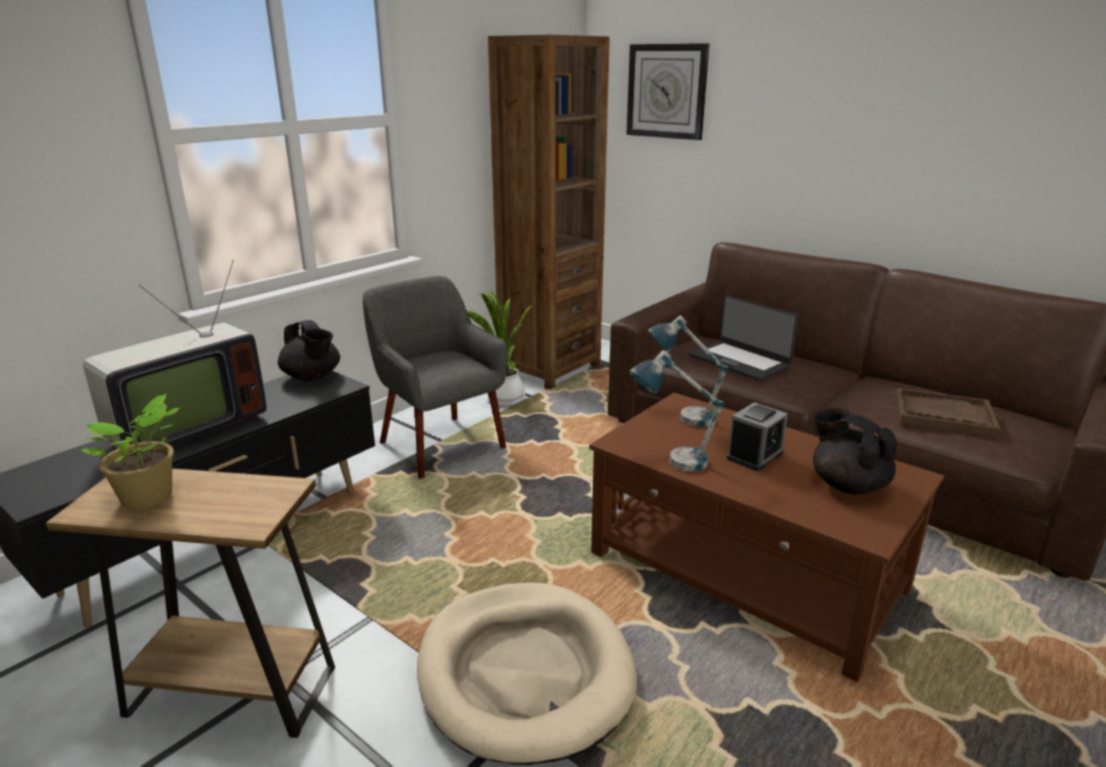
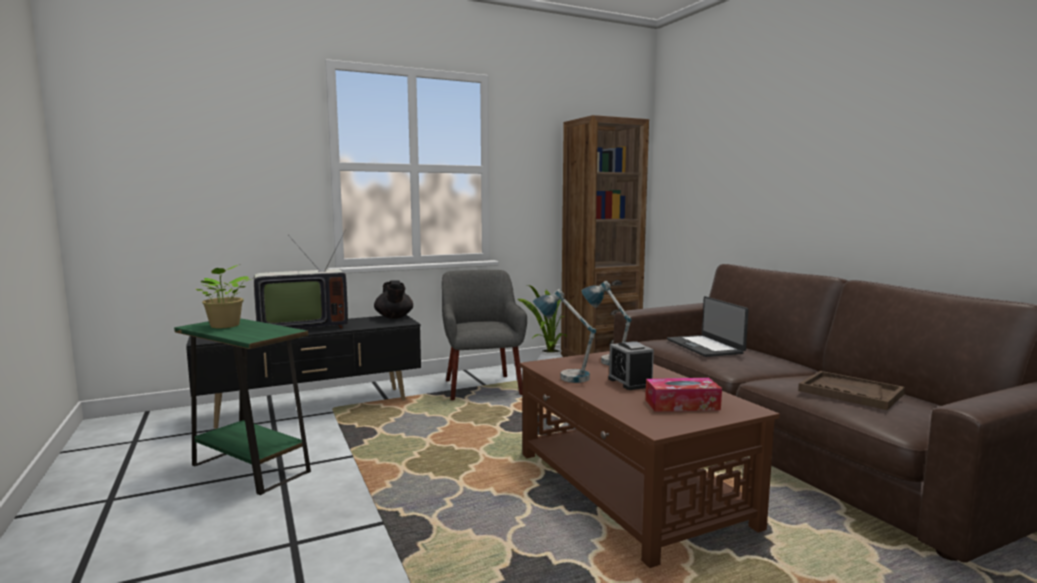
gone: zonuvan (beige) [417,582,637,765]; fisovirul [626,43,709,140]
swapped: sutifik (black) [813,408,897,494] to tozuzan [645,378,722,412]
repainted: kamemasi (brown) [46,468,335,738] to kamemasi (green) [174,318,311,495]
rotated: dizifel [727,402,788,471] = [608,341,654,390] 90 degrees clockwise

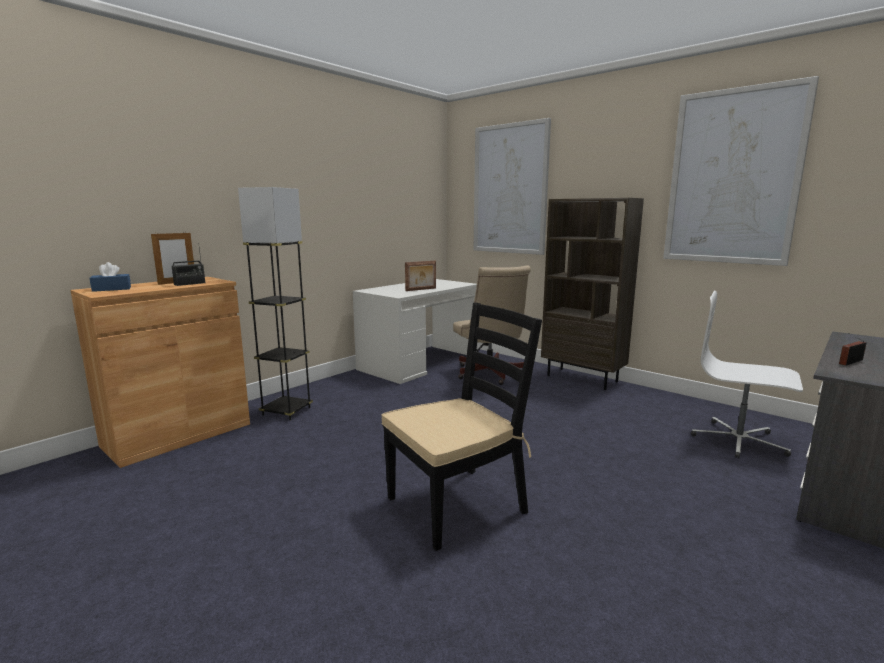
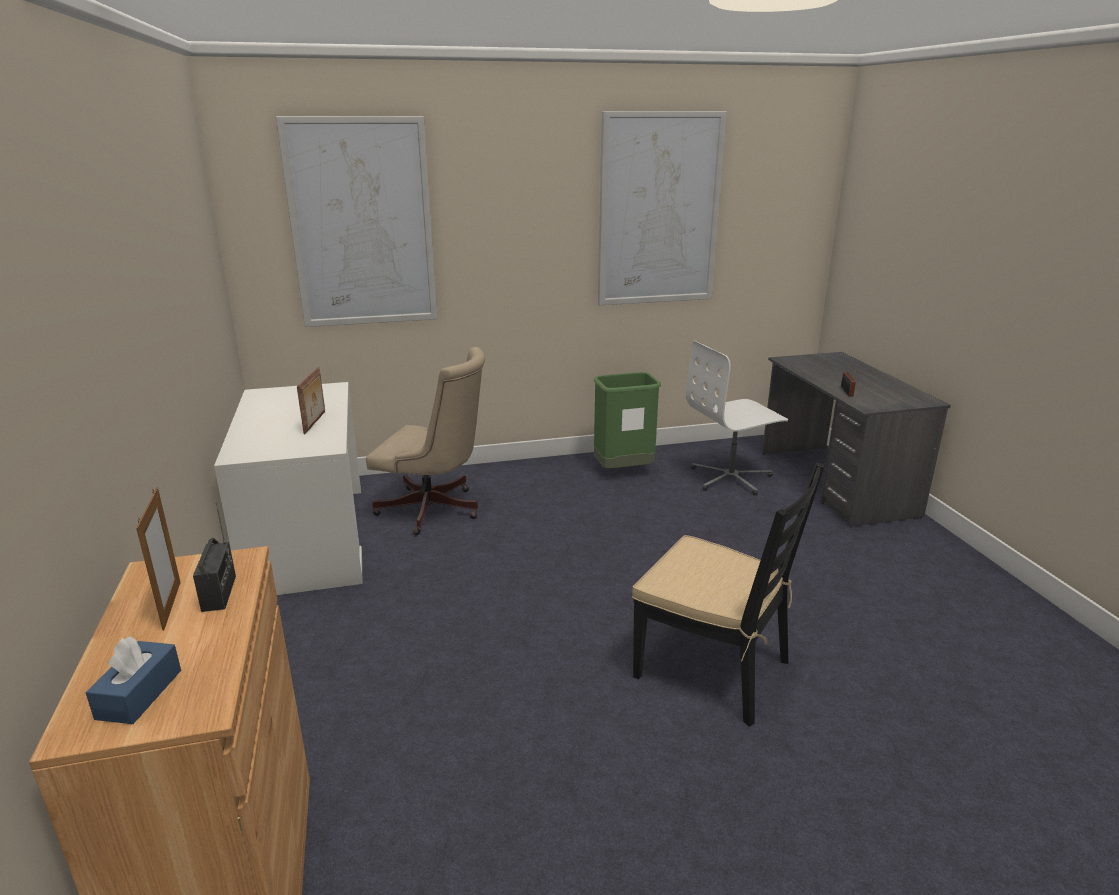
gone: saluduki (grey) [238,187,313,420]; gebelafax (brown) [541,198,644,390]
new: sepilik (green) [594,372,661,468]
rotated: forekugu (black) [381,302,542,551] = [632,462,824,727] 120 degrees clockwise

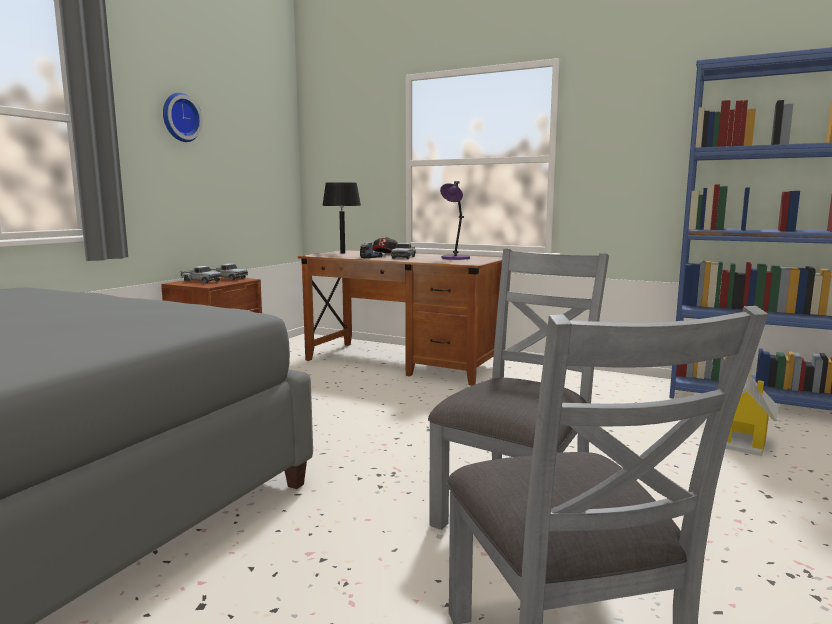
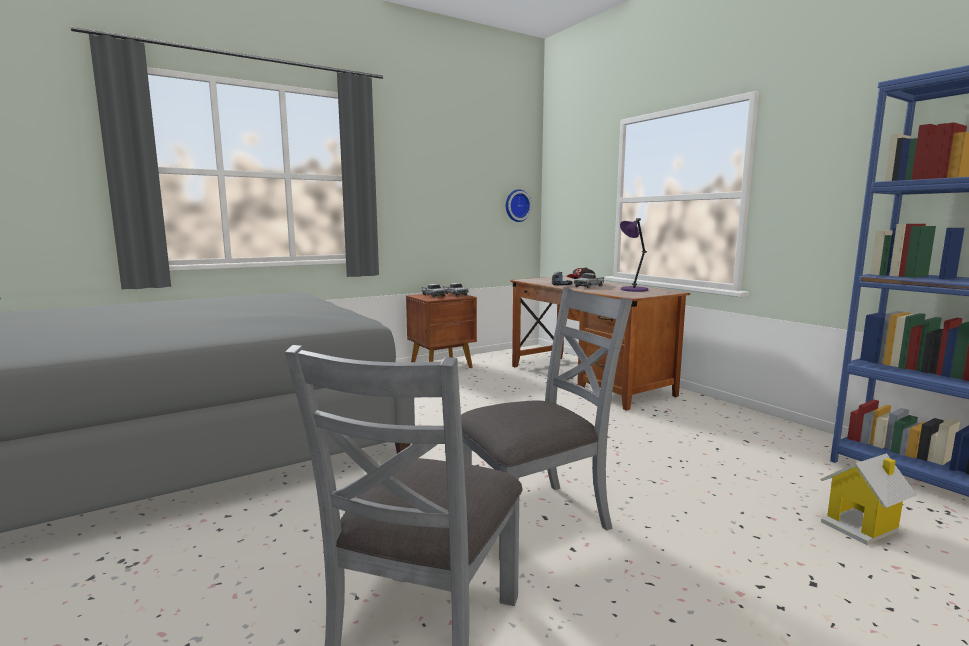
gone: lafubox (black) [322,182,361,254]
shifted: fisovirul [163,93,203,142] to [506,189,532,222]

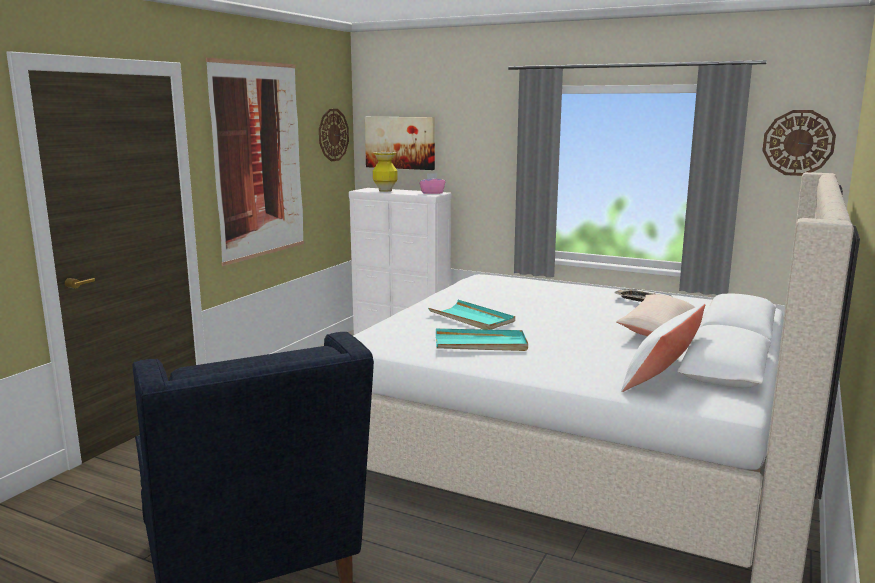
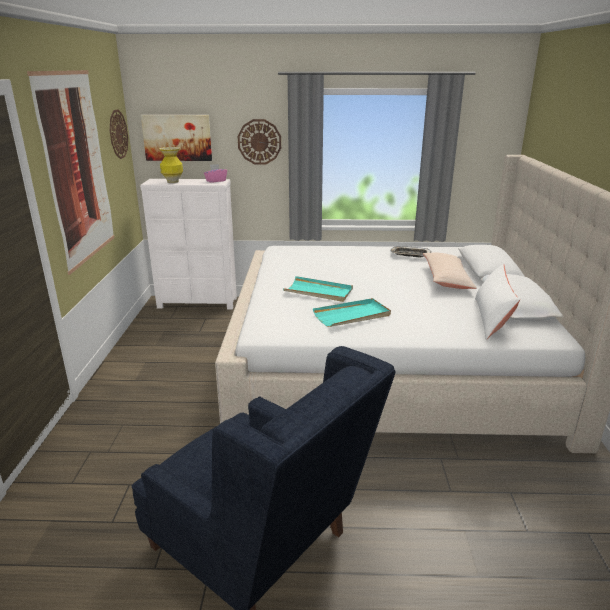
shifted: fisovirul [762,110,836,176] to [238,119,281,165]

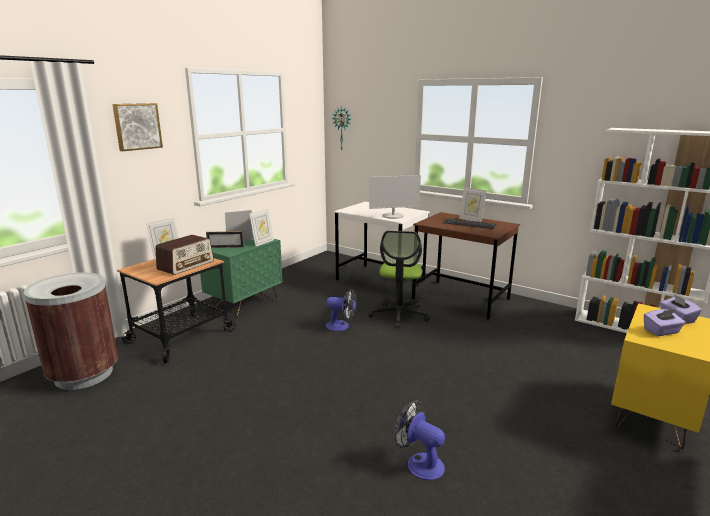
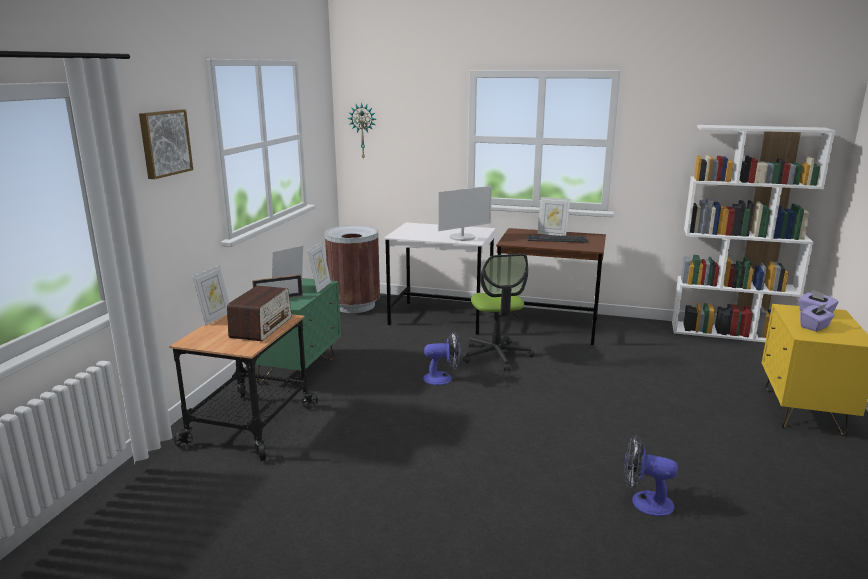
shifted: sepilik (brown) [24,272,118,390] to [325,225,380,313]

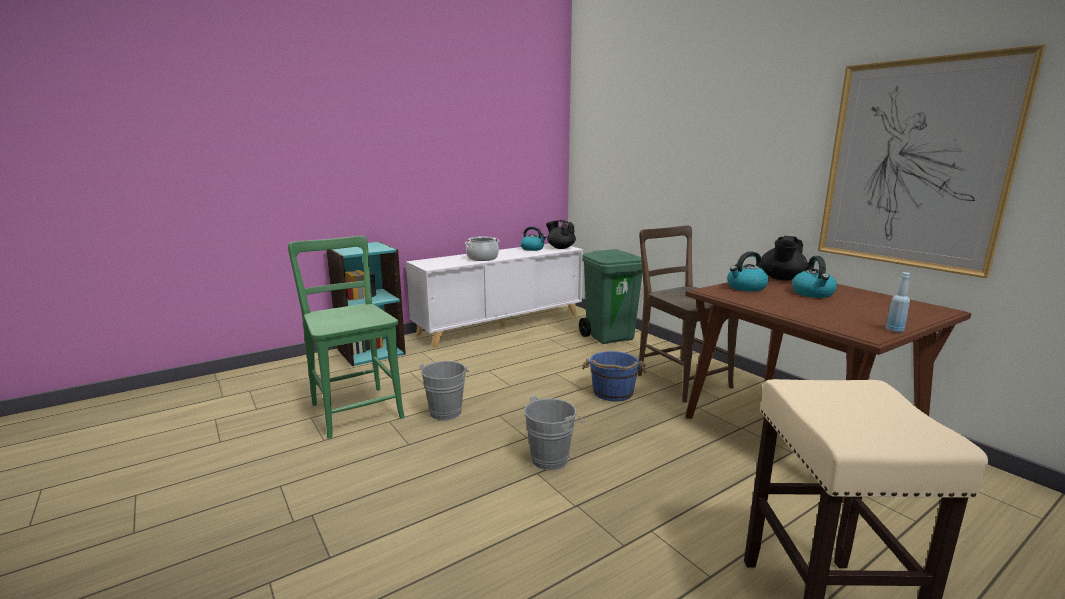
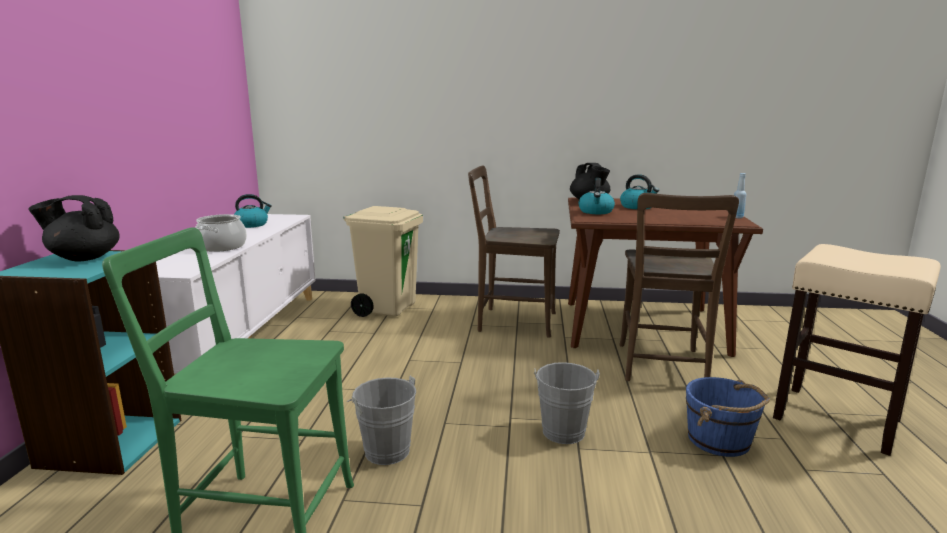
gone: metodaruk [818,44,1046,278]
new: forekugu (brown) [619,193,739,381]
shifted: sutifik (black) [546,220,576,249] to [28,195,119,262]; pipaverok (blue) [582,351,646,401] to [686,377,770,457]
repainted: sepilik (green) [579,249,642,344] to sepilik (beige) [343,206,423,317]

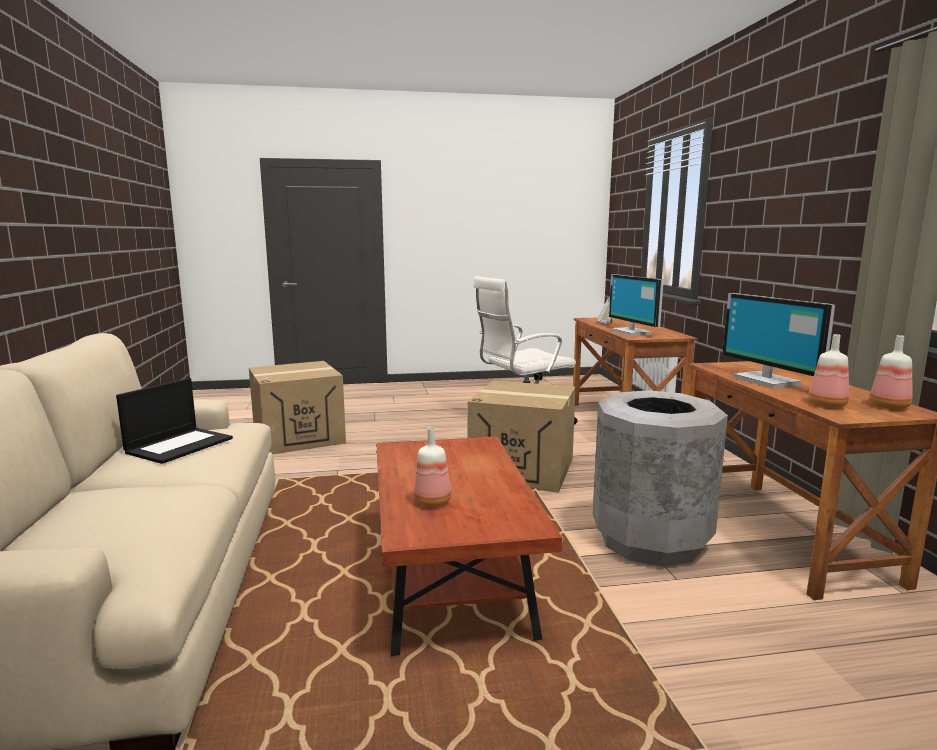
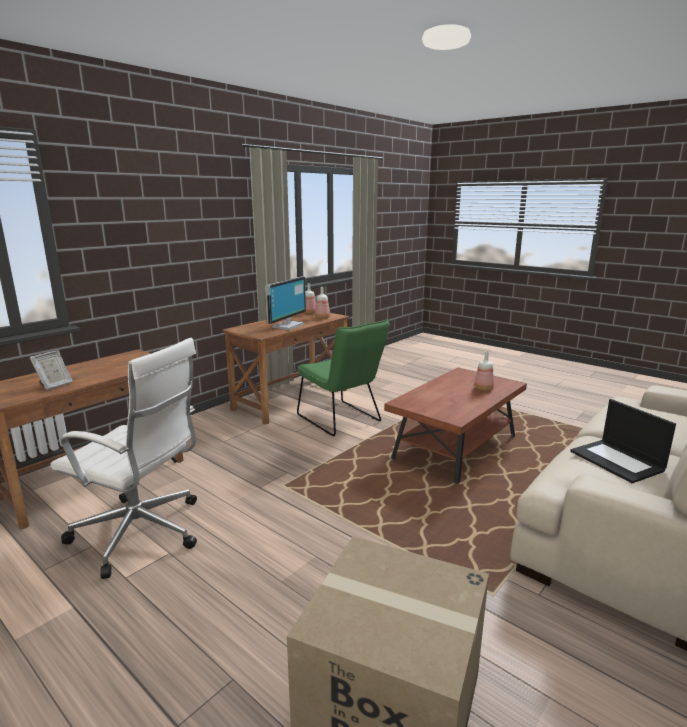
gone: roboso [467,381,576,493]; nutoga [609,274,664,336]
swapped: sepilik (grey) [593,390,728,567] to forekugu (green) [297,319,390,436]
rotated: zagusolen [116,378,233,464] = [570,399,676,483] 105 degrees counterclockwise

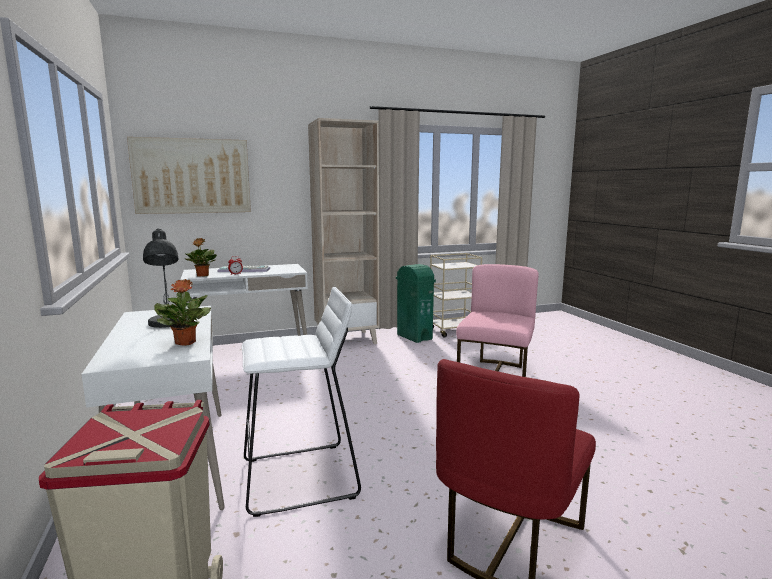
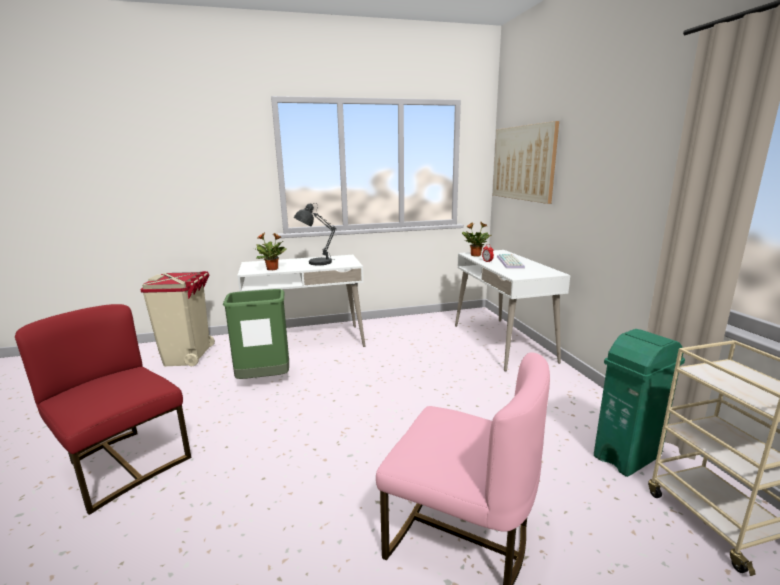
gone: gebelafax (beige) [308,118,379,344]
swapped: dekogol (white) [242,287,361,517] to sepilik (green) [223,289,289,379]

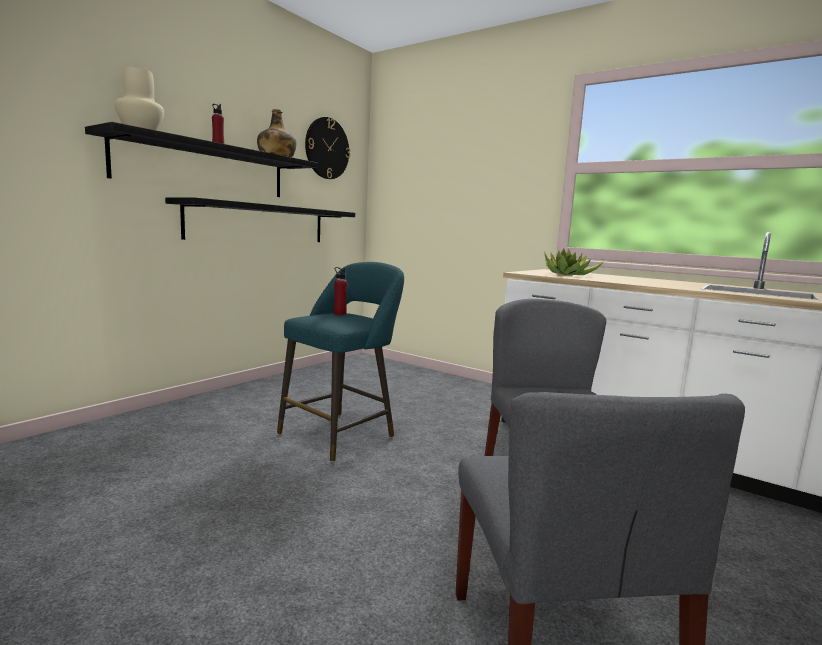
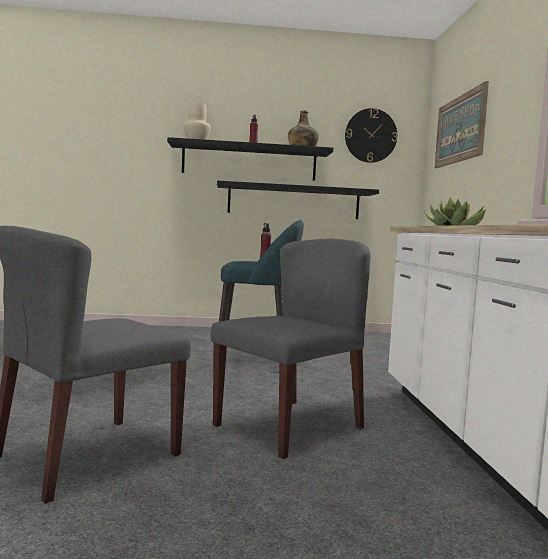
new: metodaruk [435,81,489,168]

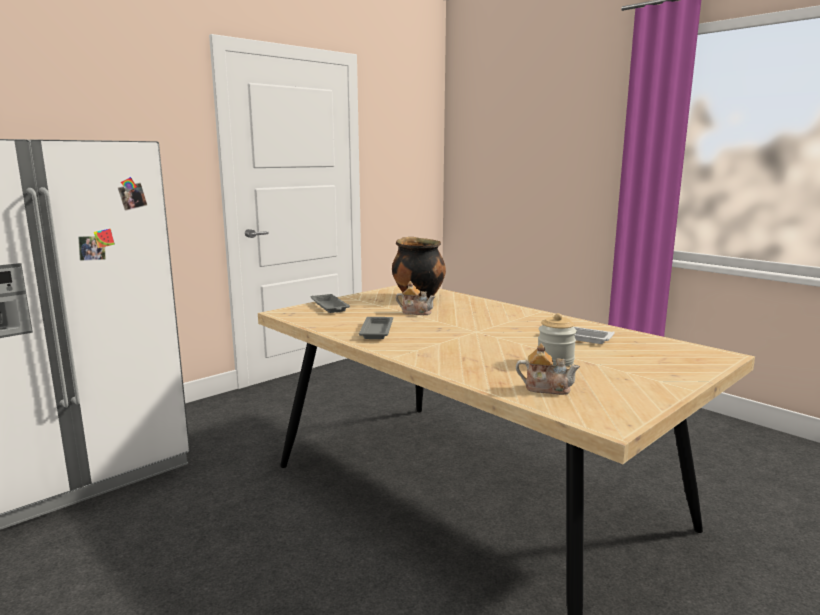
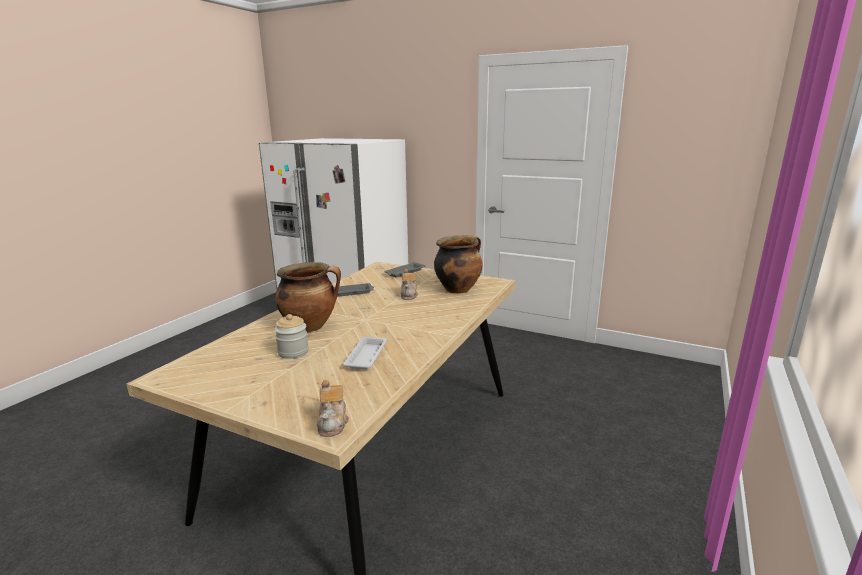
new: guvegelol [275,262,341,332]
shifted: sutifik [516,343,580,395] to [317,380,349,437]

